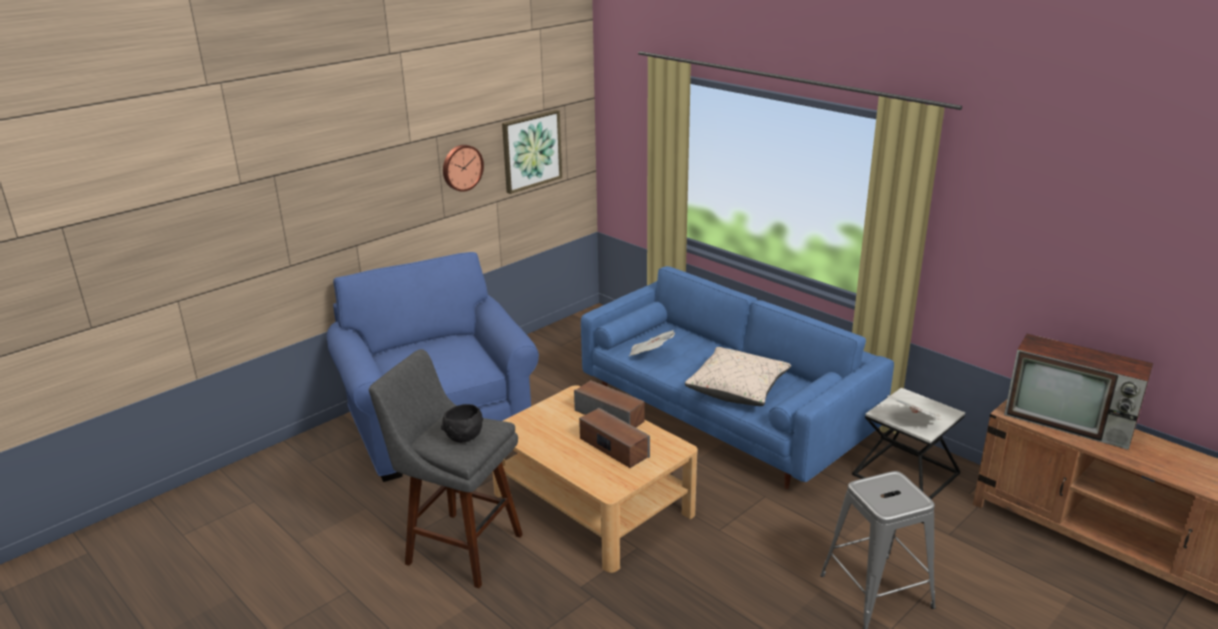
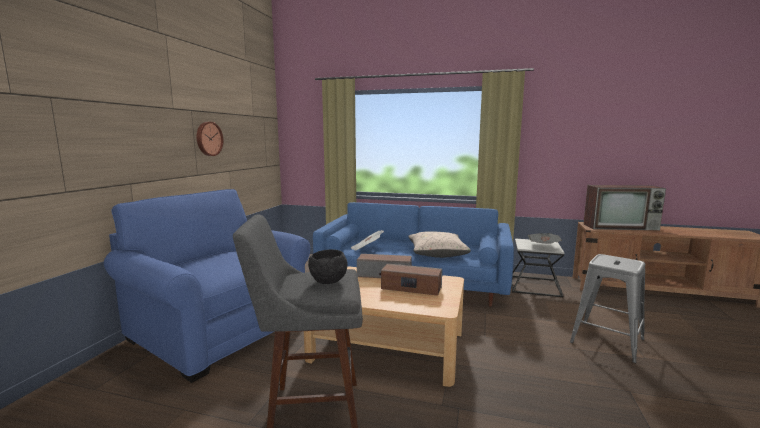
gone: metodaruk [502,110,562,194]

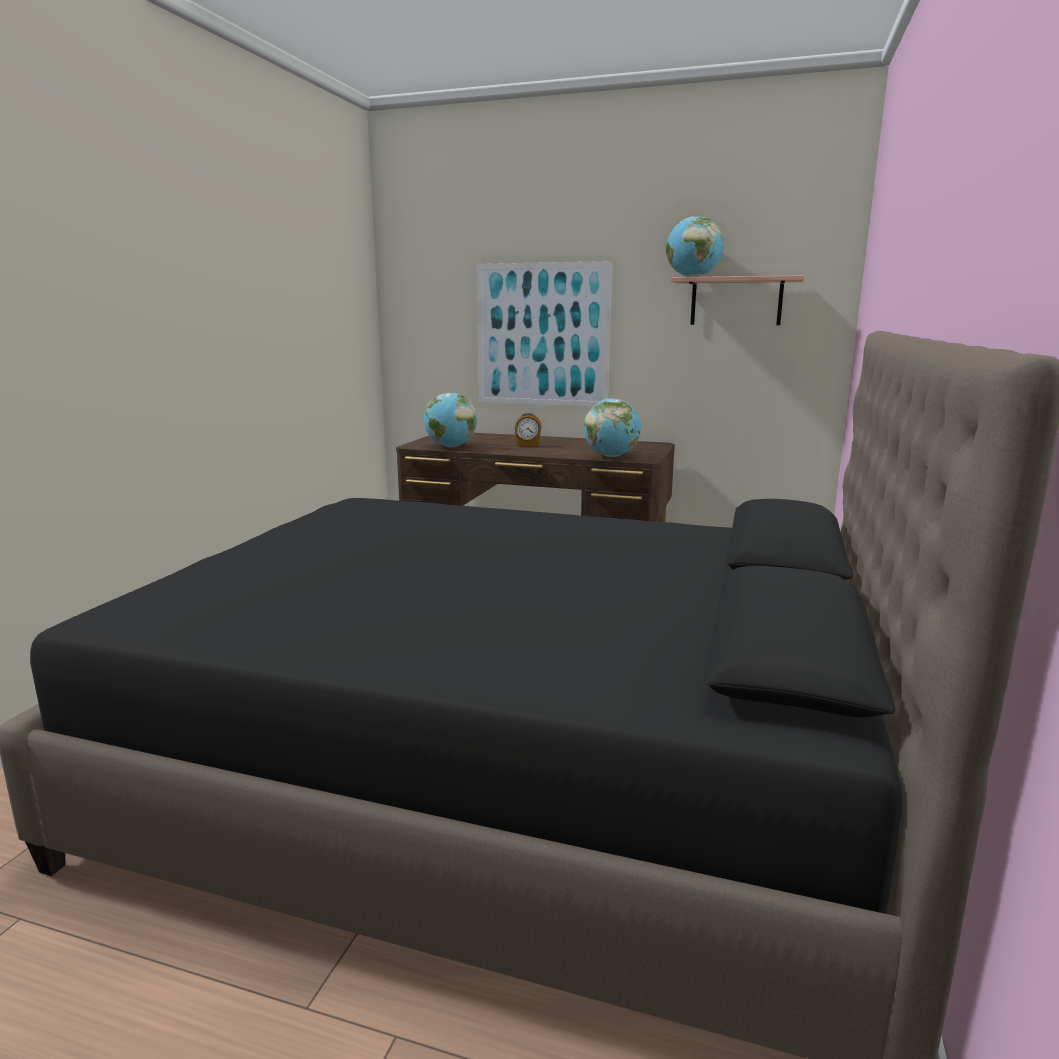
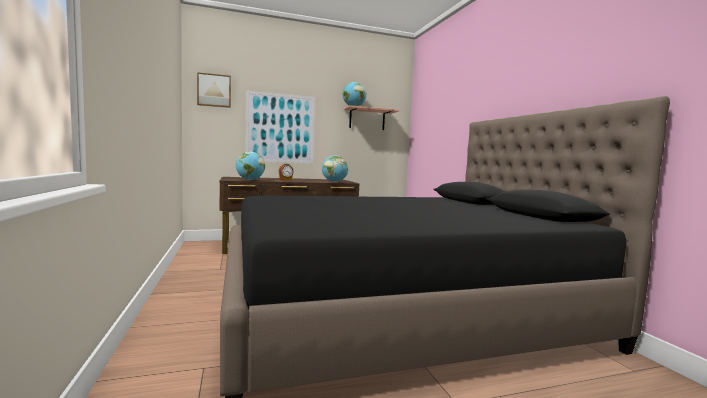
new: metodaruk [197,72,231,108]

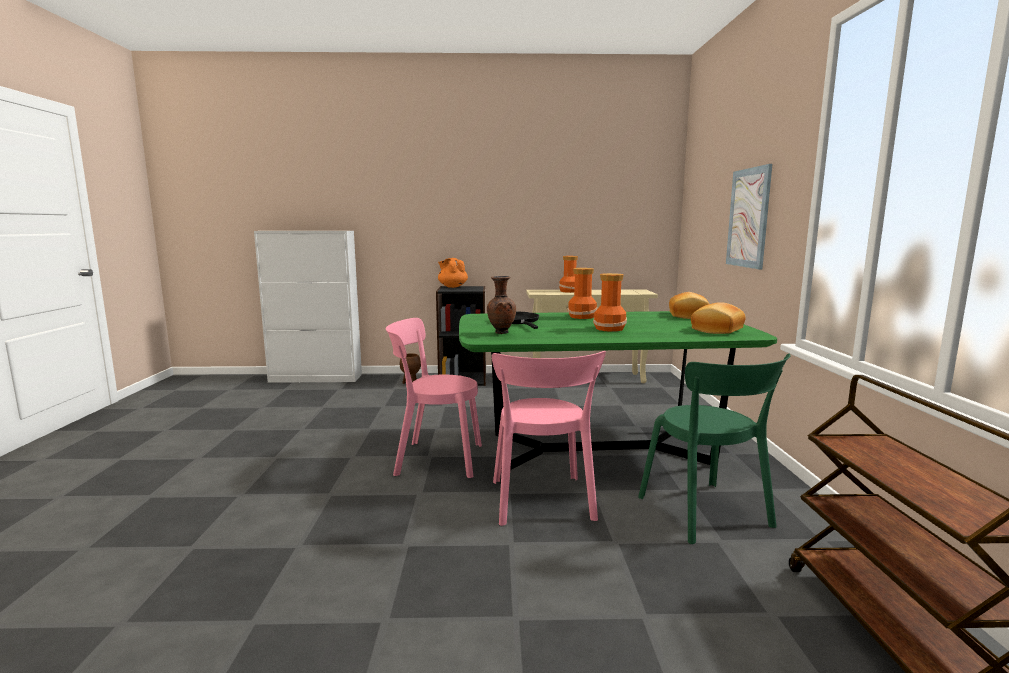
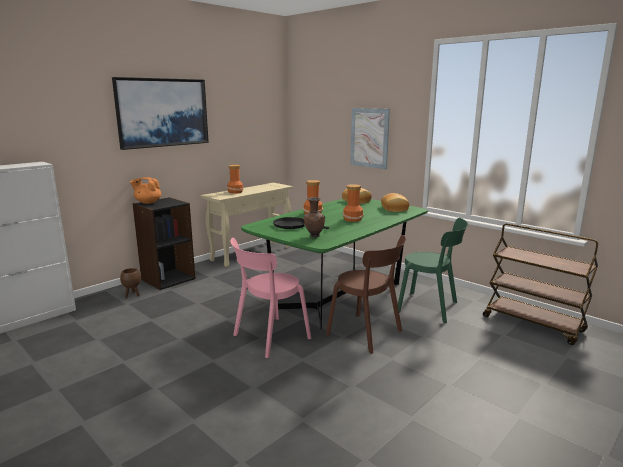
new: metodaruk [112,77,209,150]
repainted: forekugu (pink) [492,351,606,526] to forekugu (brown) [326,235,406,354]

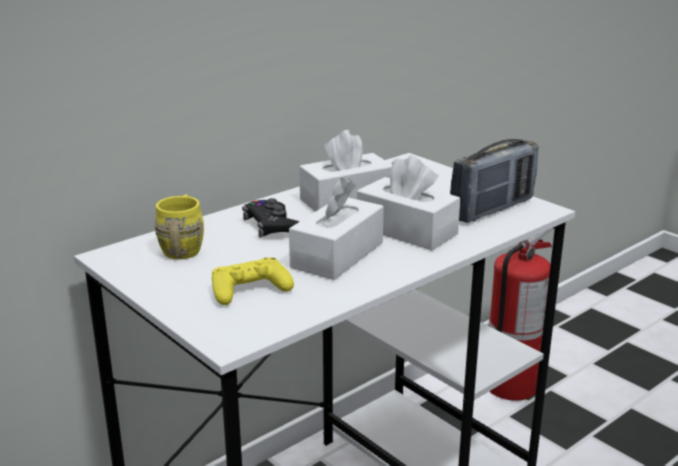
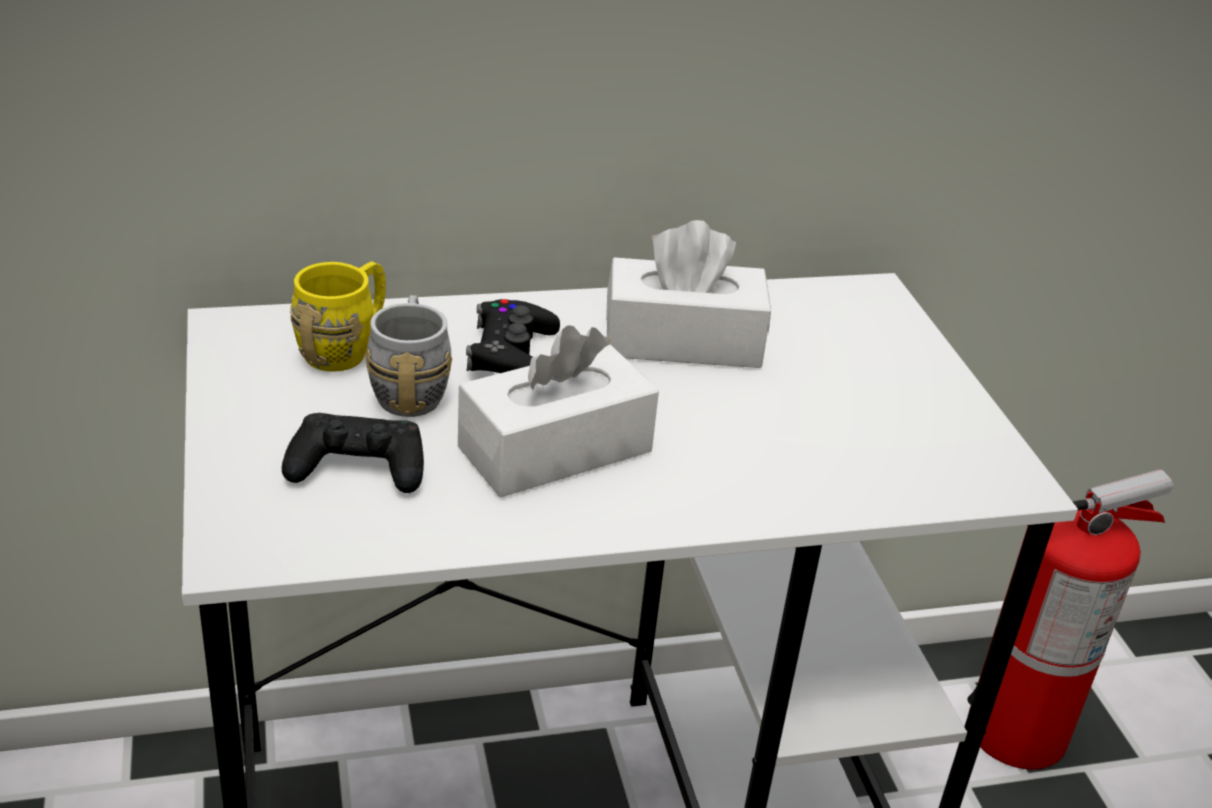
gone: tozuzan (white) [357,155,460,250]; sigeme [450,139,539,223]
new: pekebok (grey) [366,295,452,417]
repainted: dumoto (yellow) [212,257,294,305] to dumoto (black) [282,413,424,493]

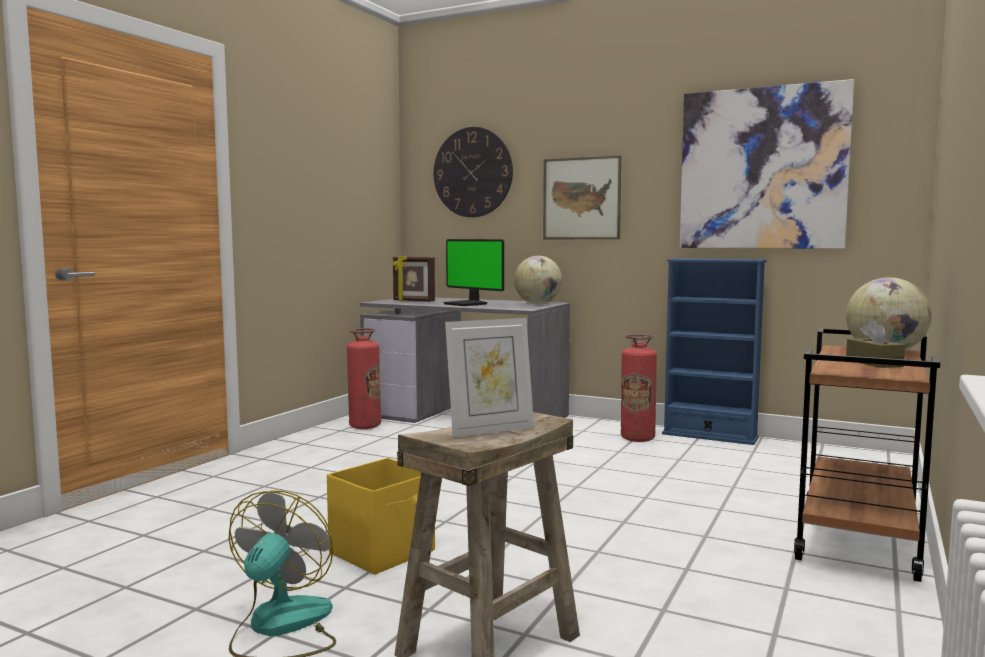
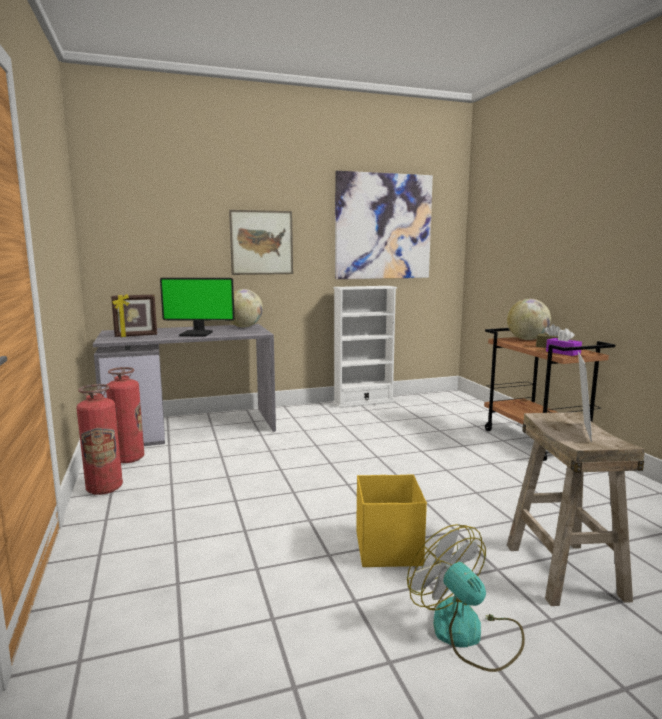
gone: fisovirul [434,127,513,217]
new: tozuzan (purple) [546,328,582,356]
shifted: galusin [621,334,657,442] to [76,384,123,495]
repainted: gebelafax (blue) [662,258,766,445] to gebelafax (white) [333,286,397,408]

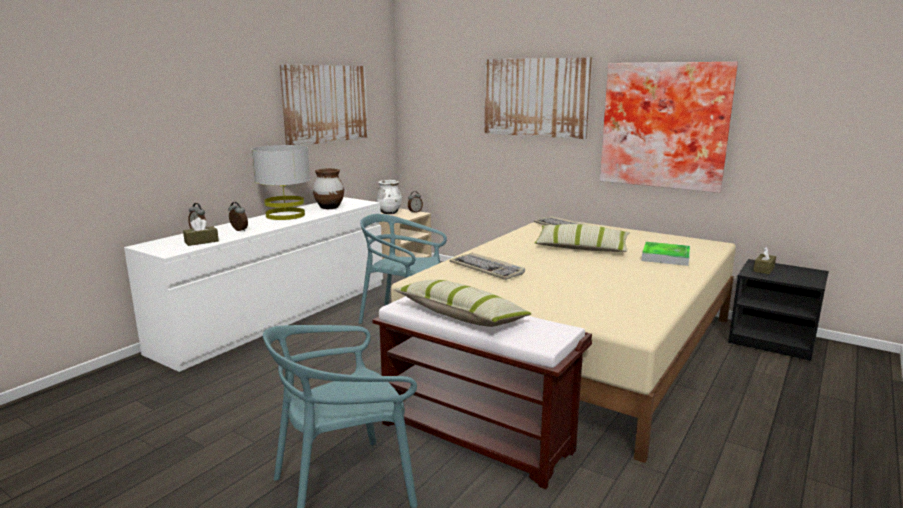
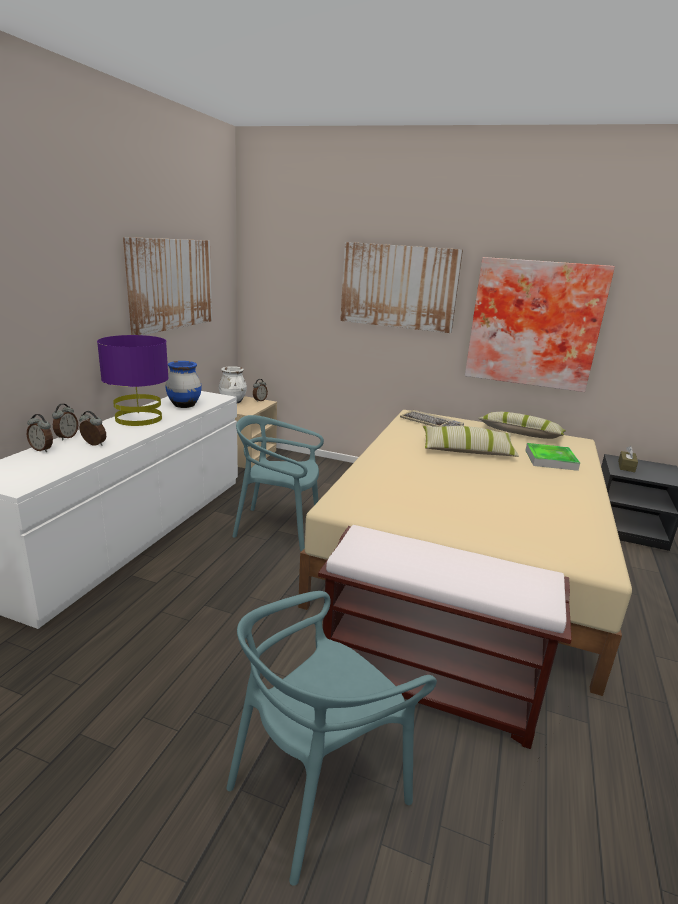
gone: tozuzan (brown) [183,217,219,246]; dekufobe [450,253,525,280]
new: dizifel [52,404,78,440]
shifted: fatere [394,280,532,327] to [478,412,566,439]
repainted: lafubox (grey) [251,145,310,220] to lafubox (purple) [97,335,169,426]; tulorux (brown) [313,168,344,209] to tulorux (blue) [165,361,202,408]

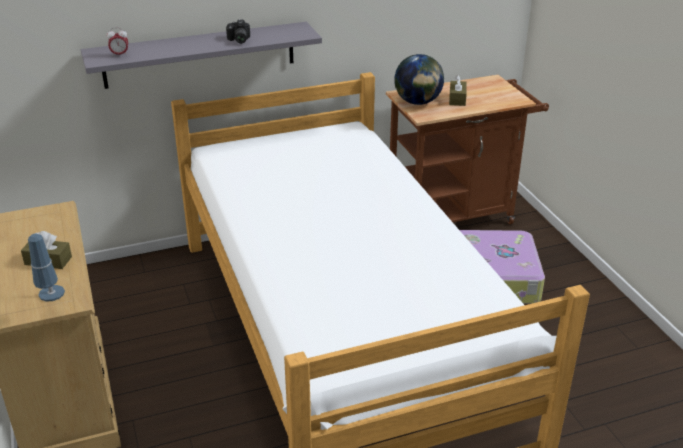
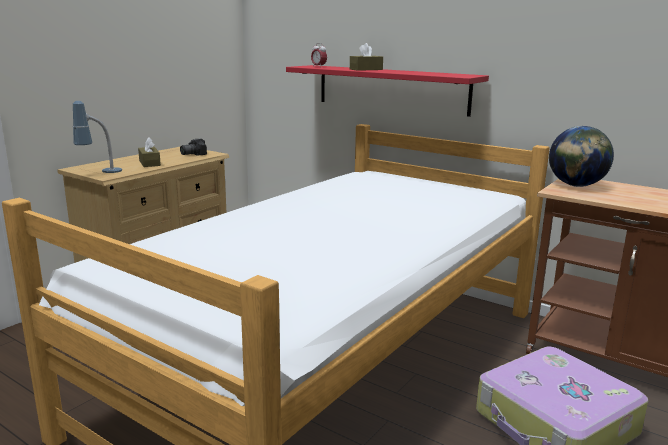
shifted: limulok [226,19,250,44] to [180,138,207,156]; tozuzan (brown) [449,75,467,106] to [350,43,383,71]
repainted: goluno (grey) [81,22,322,89] to goluno (red) [286,65,489,117]

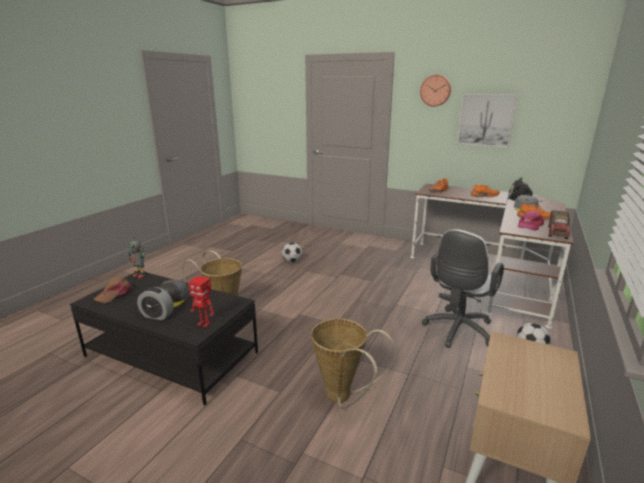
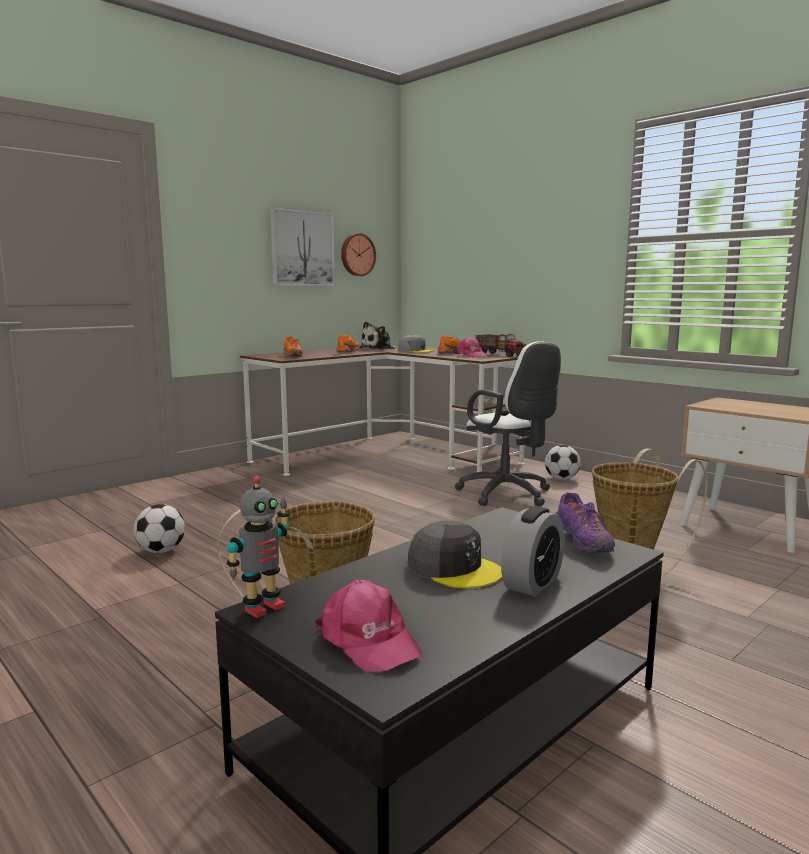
shifted: fisovirul [420,75,451,107] to [341,233,376,276]
swapped: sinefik [188,276,214,327] to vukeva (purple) [555,492,615,553]
repainted: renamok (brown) [94,276,132,303] to renamok (pink) [315,580,422,672]

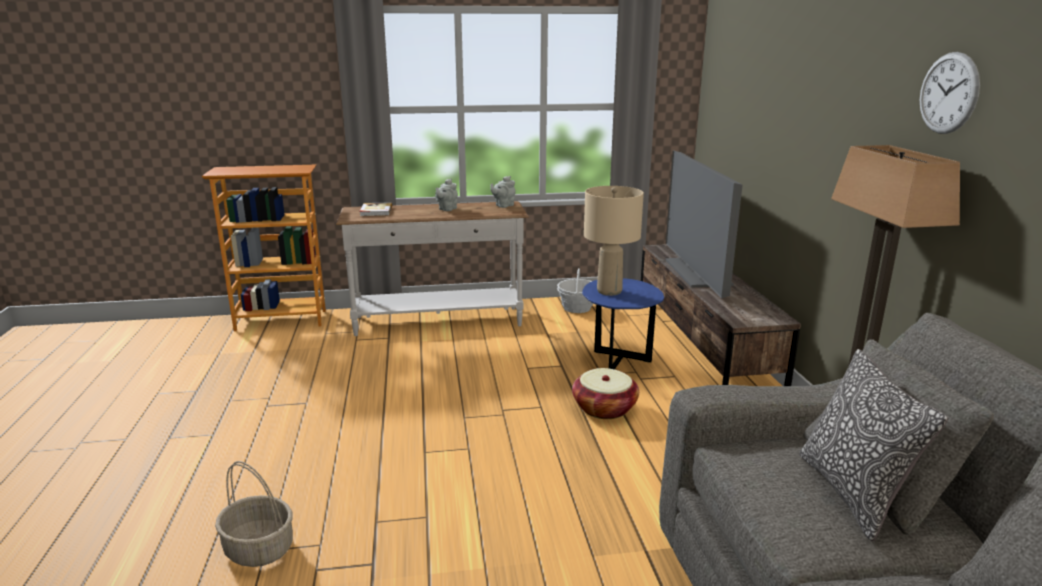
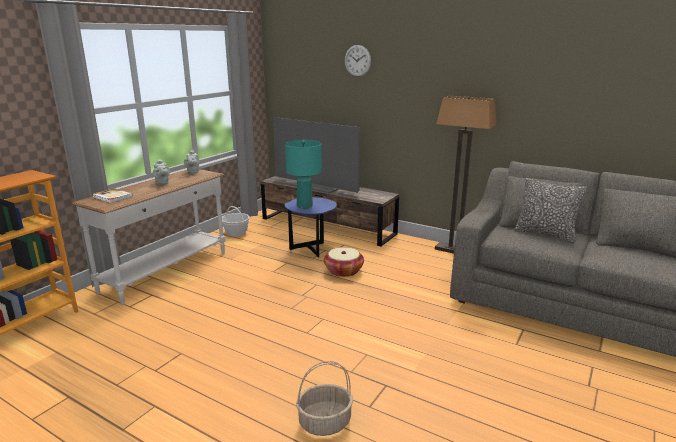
shifted: fisovirul [920,52,980,134] to [345,45,371,77]
repainted: lafubox (beige) [584,186,644,296] to lafubox (turquoise) [285,140,322,209]

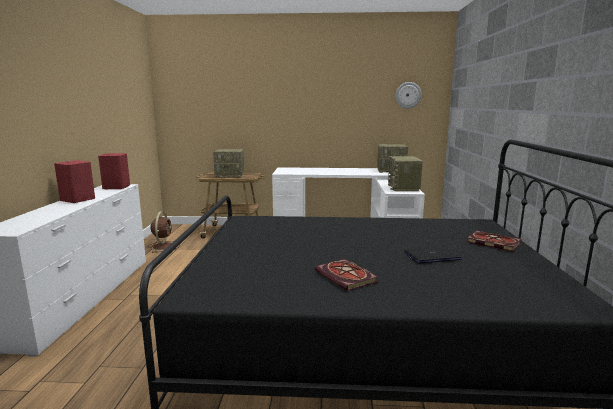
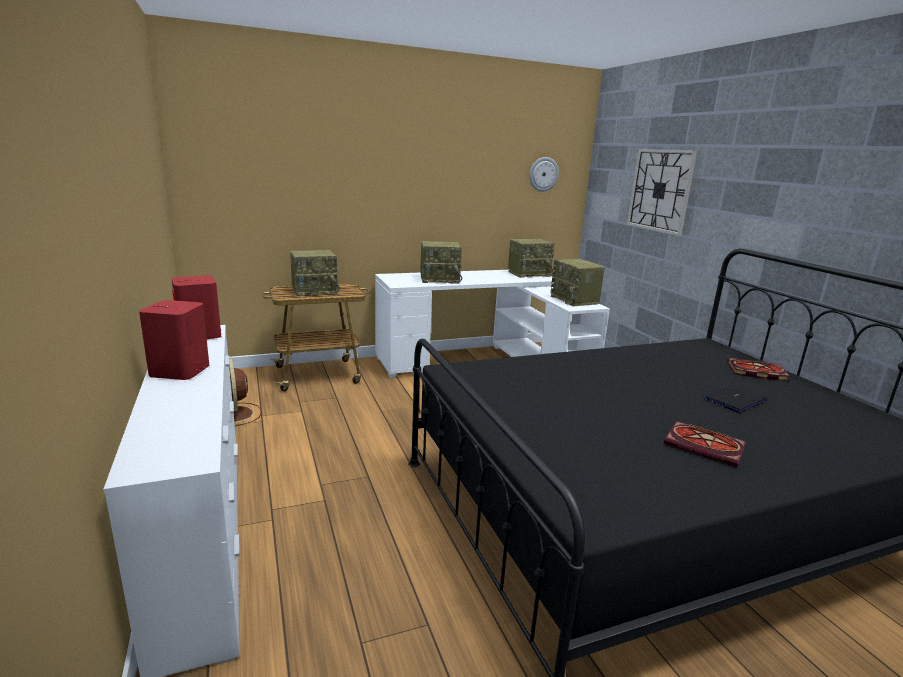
new: sigeme [420,241,462,284]; fisovirul [627,149,697,236]

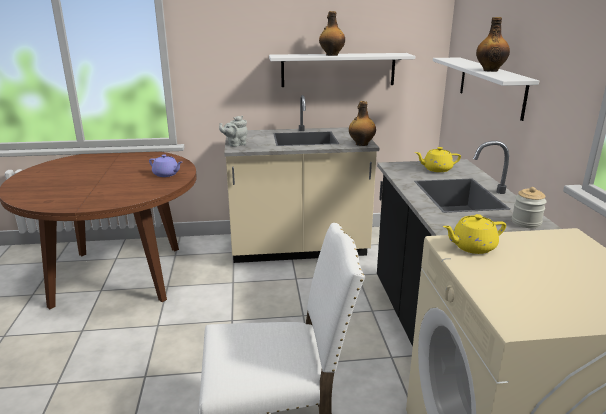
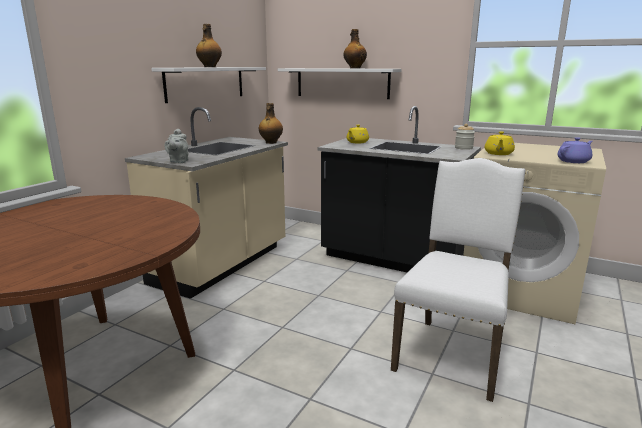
shifted: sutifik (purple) [149,154,182,177] to [557,137,592,163]

